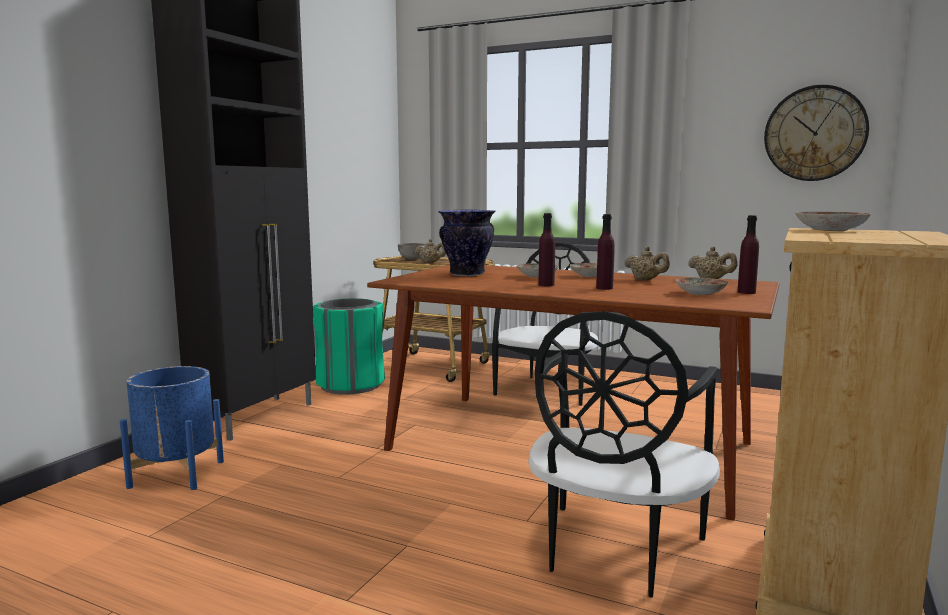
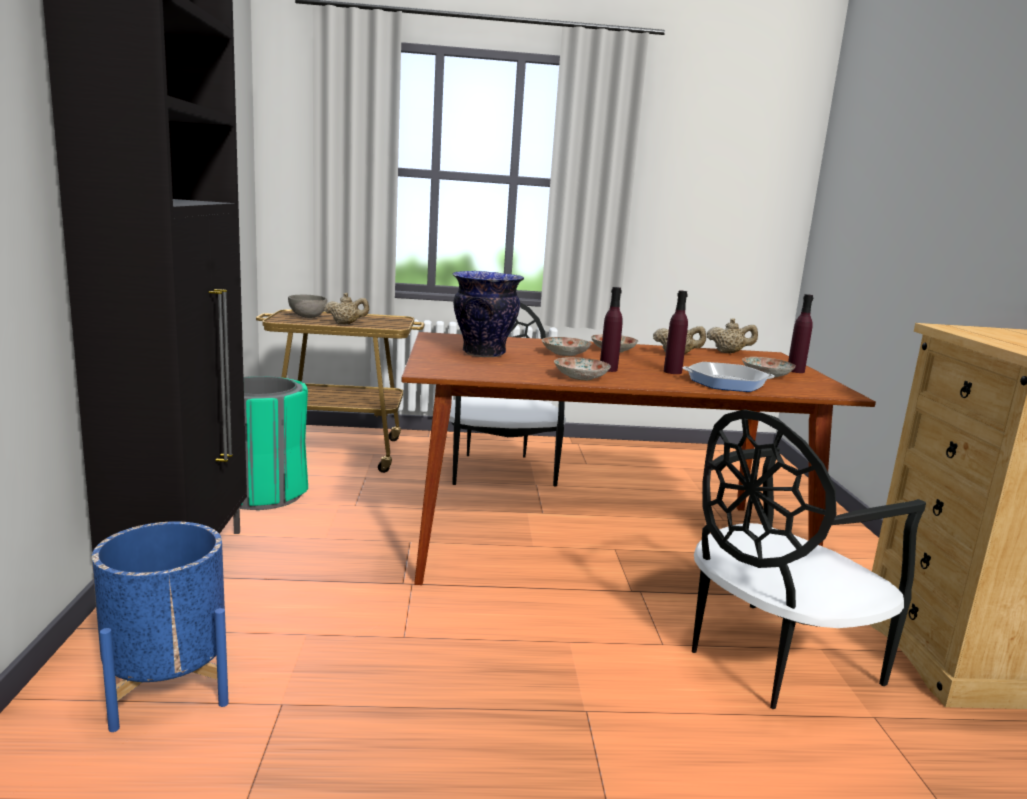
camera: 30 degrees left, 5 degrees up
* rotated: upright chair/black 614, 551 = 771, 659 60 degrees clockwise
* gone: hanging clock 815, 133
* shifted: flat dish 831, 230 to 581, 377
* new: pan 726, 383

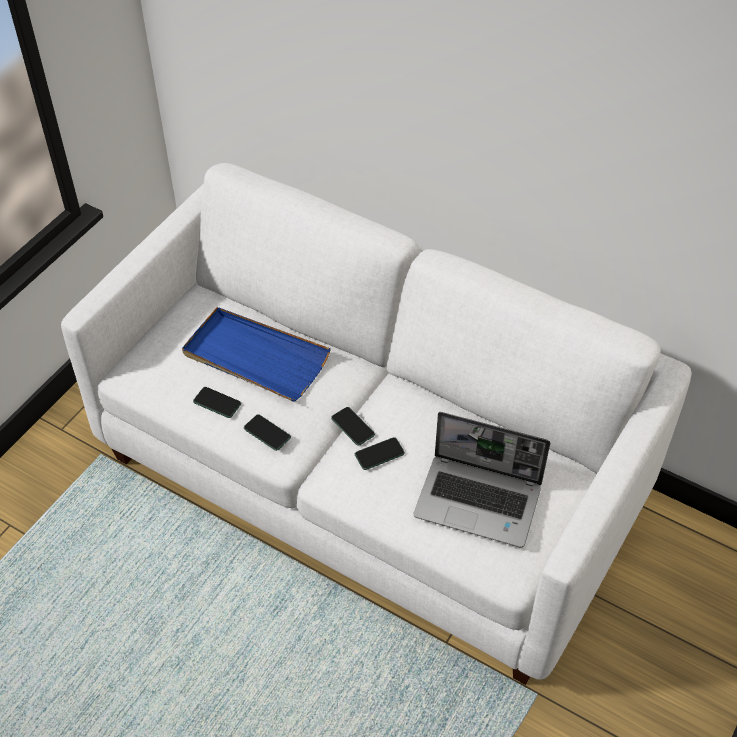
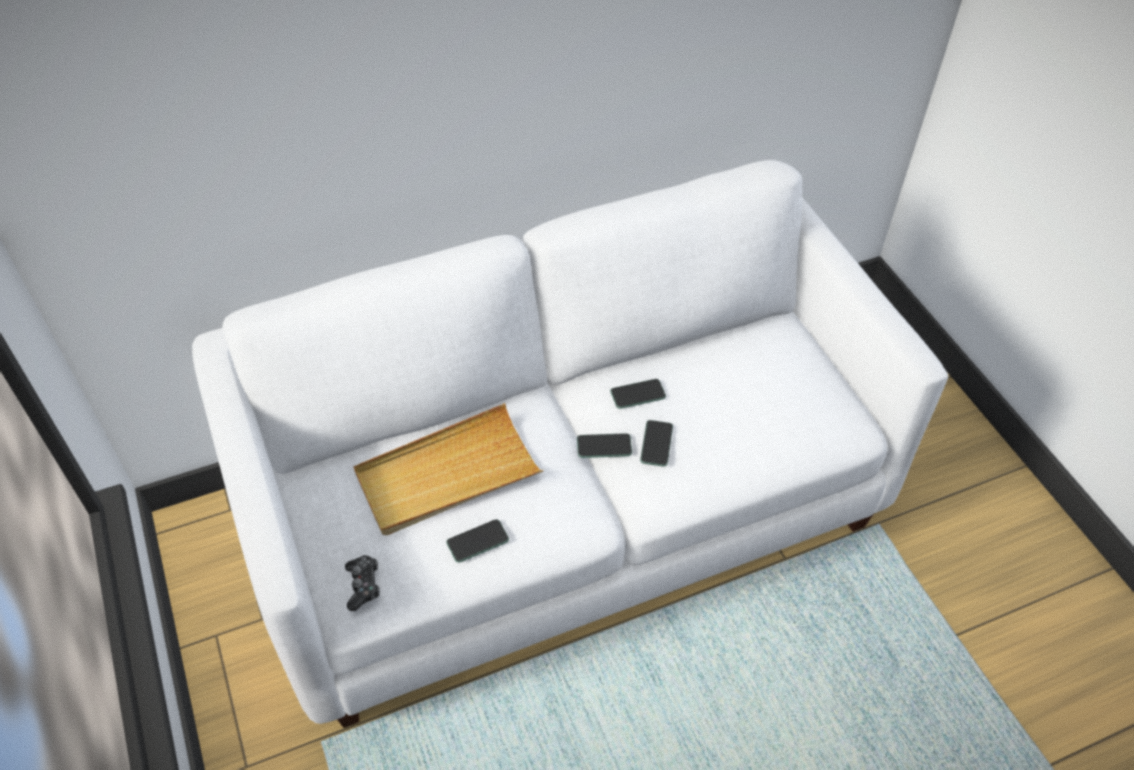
camera: 55 degrees left, 0 degrees up
* repainted: serving tray/blue-coloured 255, 357 to serving tray/beige 447, 475
* shifted: phone 267, 433 to 638, 394
* gone: notebook computer 479, 501
* new: game controller 363, 585

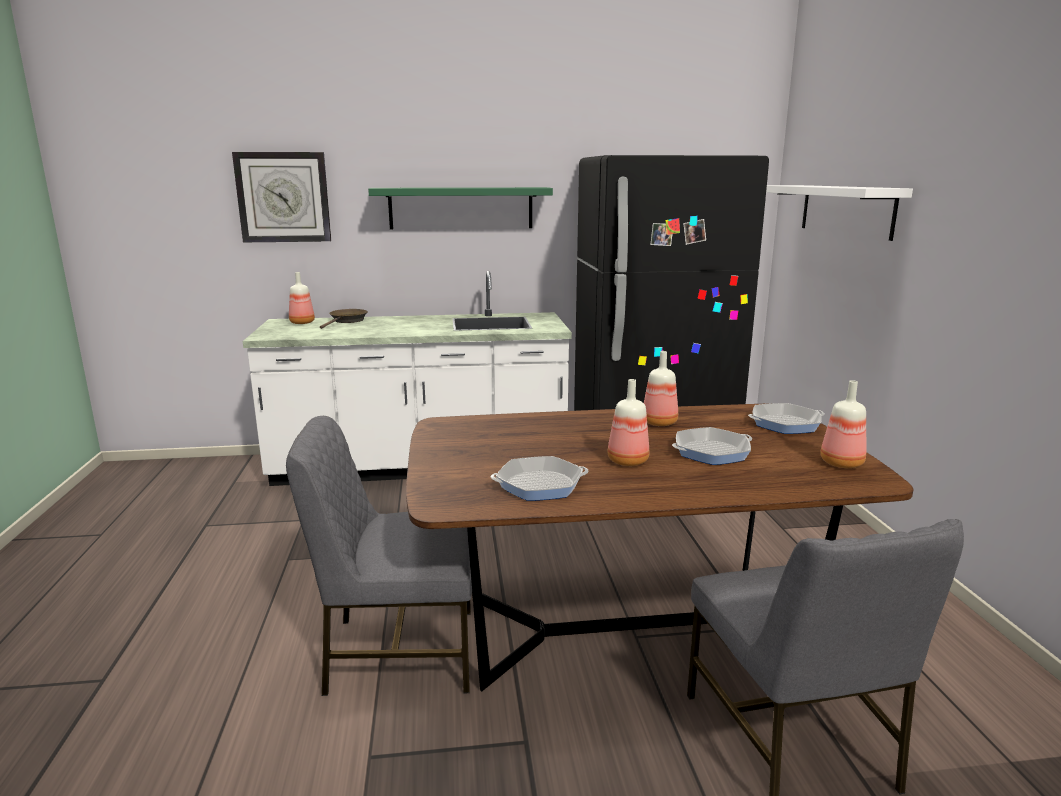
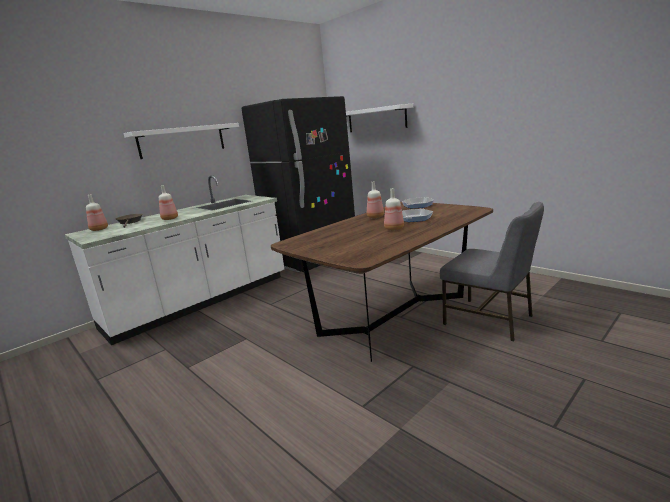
camera: 35 degrees left, 0 degrees up
* gone: hanging clock 283, 197
* gone: upright chair/greyish 399, 652
* repainted: bracket shelf/green-coloured 461, 208 to bracket shelf/white 182, 141
* gone: pan 539, 485
* shifted: drink bottle 842, 464 to 170, 219

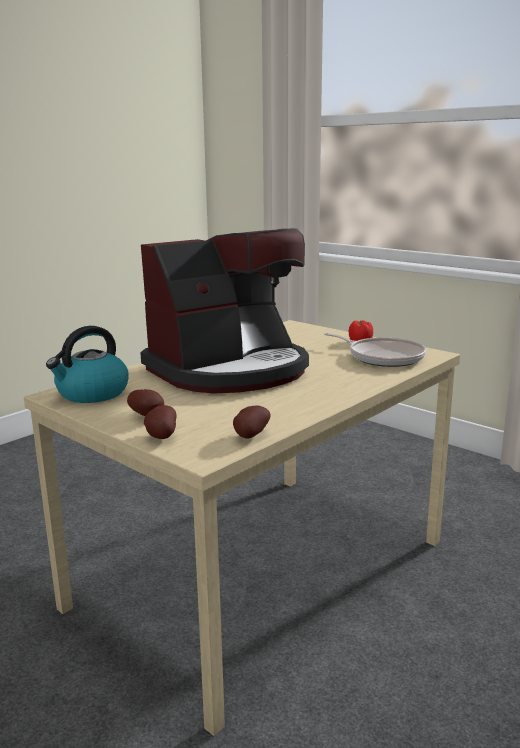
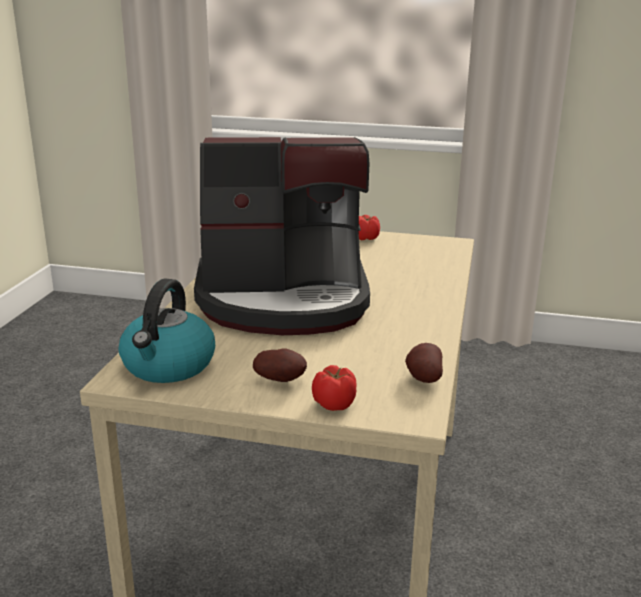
camera: 30 degrees left, 5 degrees up
* rotated: coffee maker 230, 370 = 284, 300 60 degrees clockwise
* swapped: spud 160, 437 to tomato 335, 404
* gone: pan 382, 357

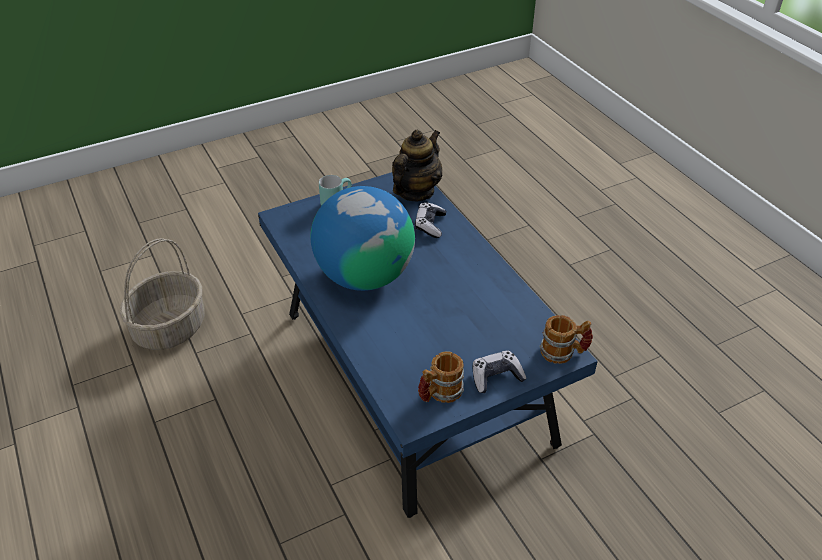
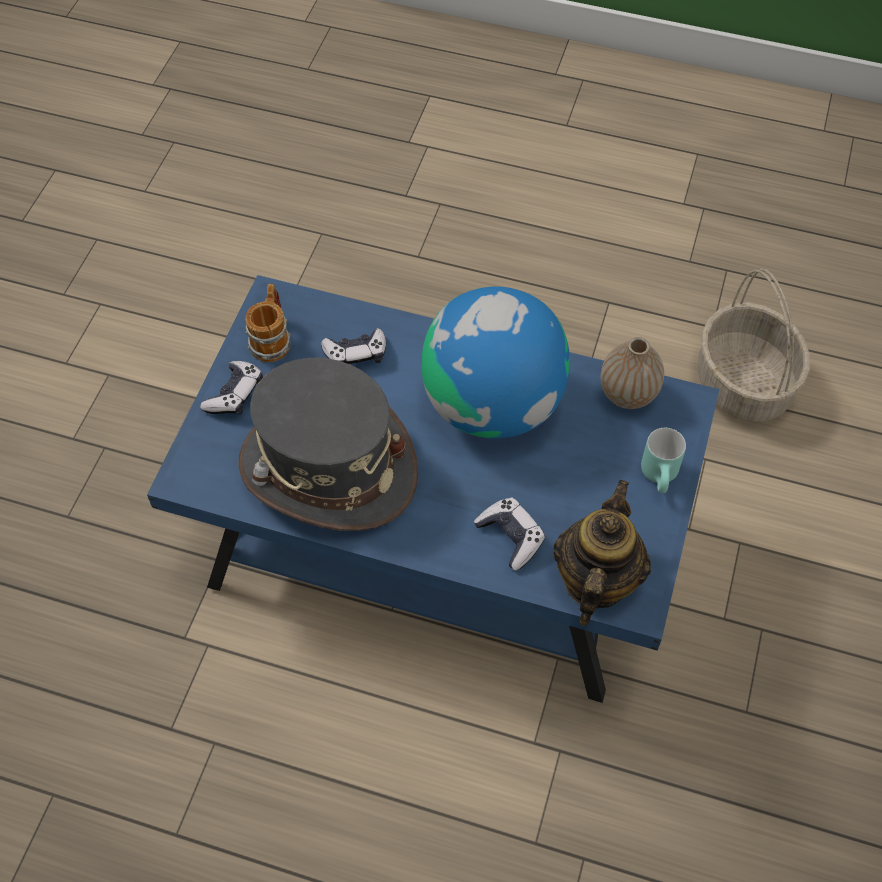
camera: 135 degrees right, 15 degrees up
* rotated: tea pot 416, 192 = 595, 581 150 degrees counterclockwise
* gone: coffee mug 563, 352
* new: hat/greyish 328, 468
* new: game controller 356, 354
* new: flower vase 627, 394

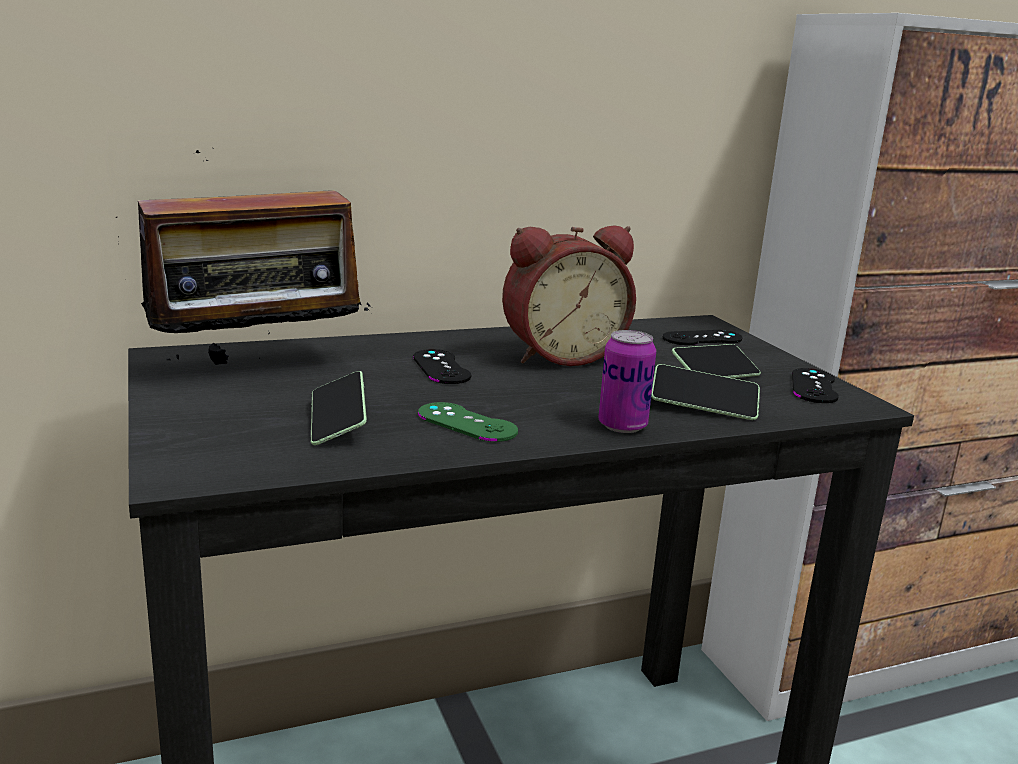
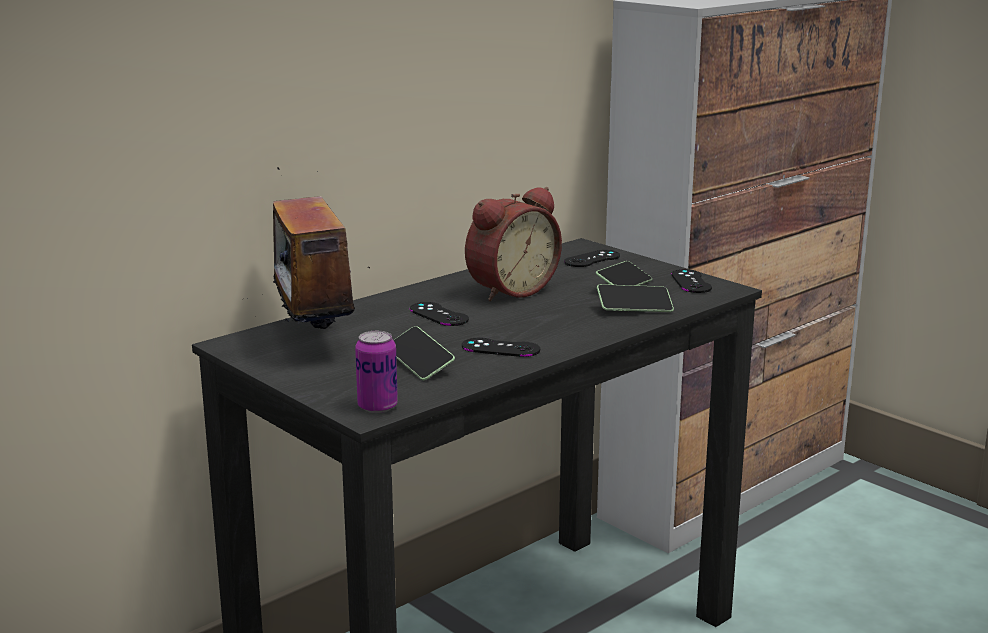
camera: 20 degrees left, 0 degrees up
* rotated: radio receiver 258, 368 = 312, 339 120 degrees clockwise
* repainted: game controller/green-coloured 467, 423 to game controller/black 500, 348
* shifted: sealed can 622, 425 to 377, 406

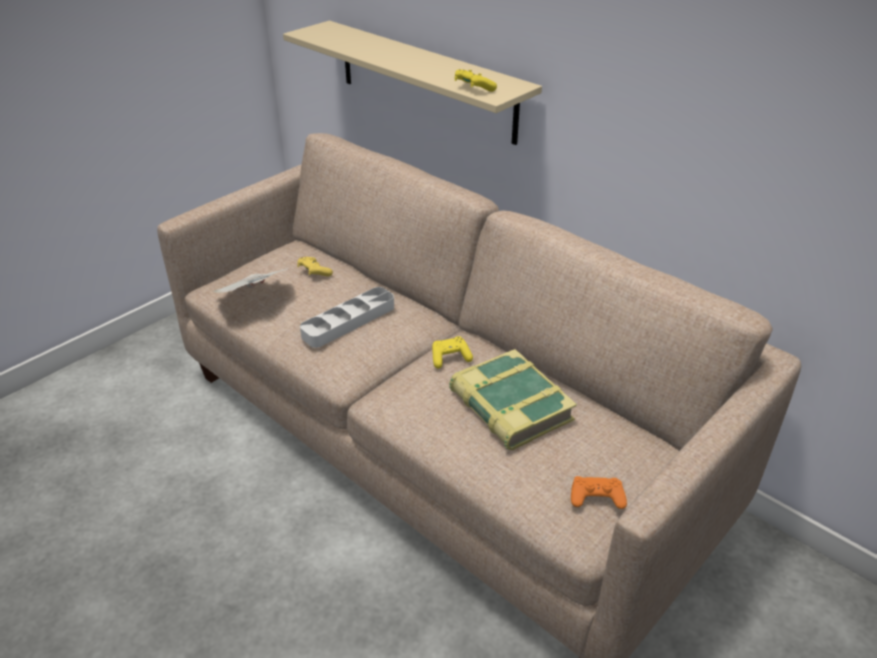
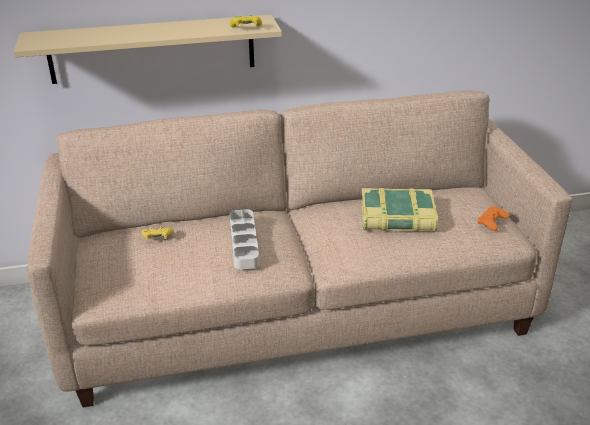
camera: 55 degrees left, 5 degrees down
* gone: newspaper 253, 298
* gone: game controller/yellow 450, 358

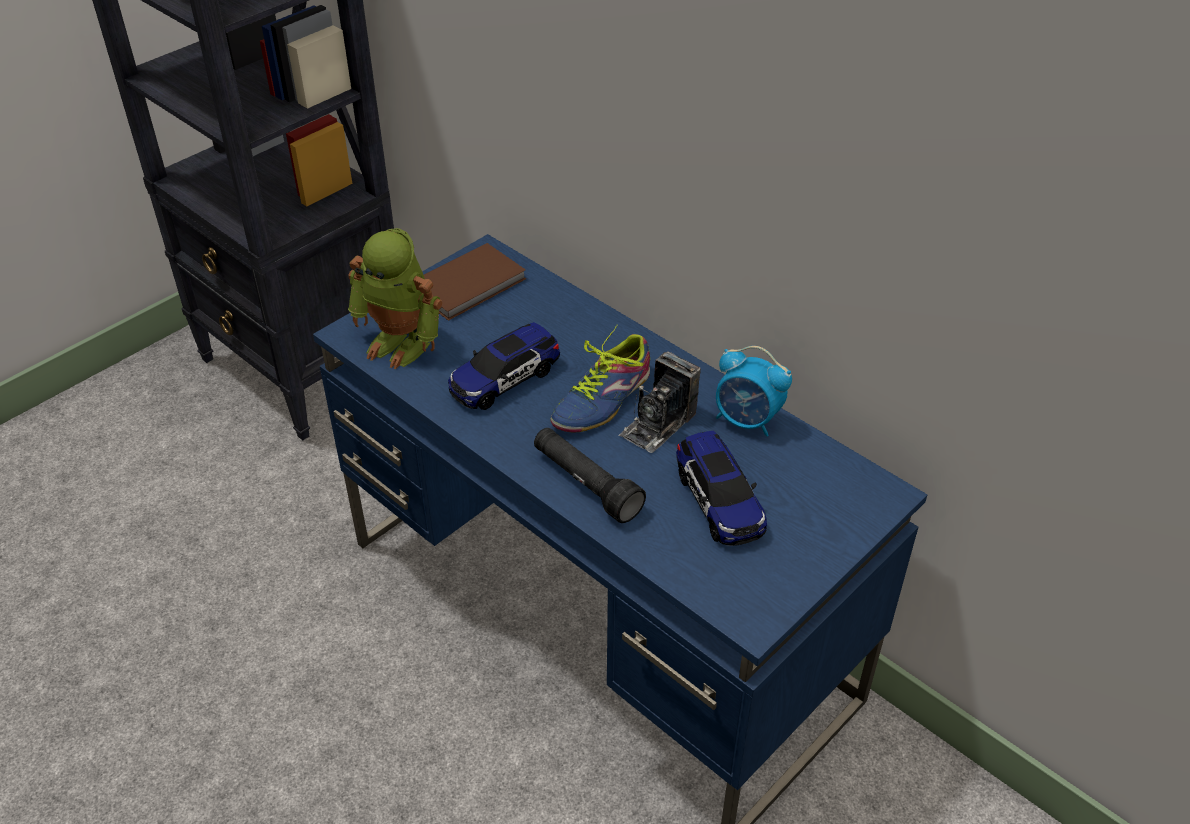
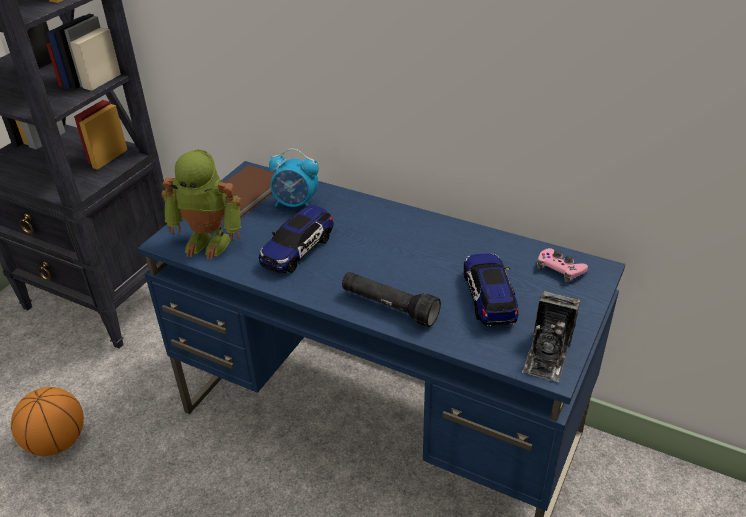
camera: 15 degrees left, 5 degrees down
* gone: shoe 603, 399
* shifted: still camera 658, 424 to 547, 354
* rotated: miniature car 718, 501 = 489, 298 150 degrees counterclockwise
* shifted: alarm clock 747, 421 to 296, 204
* new: basketball ball 57, 442
* new: game controller/pink-coloured 560, 269

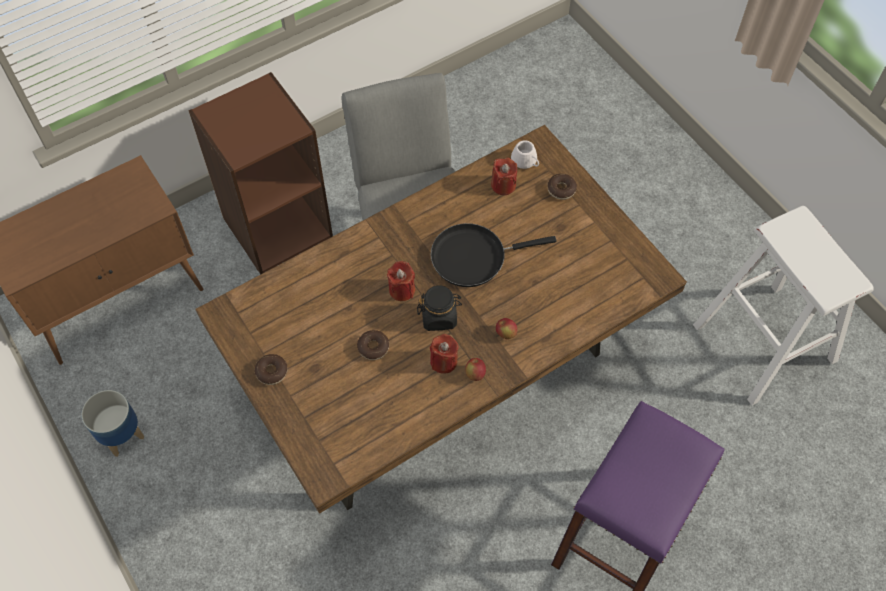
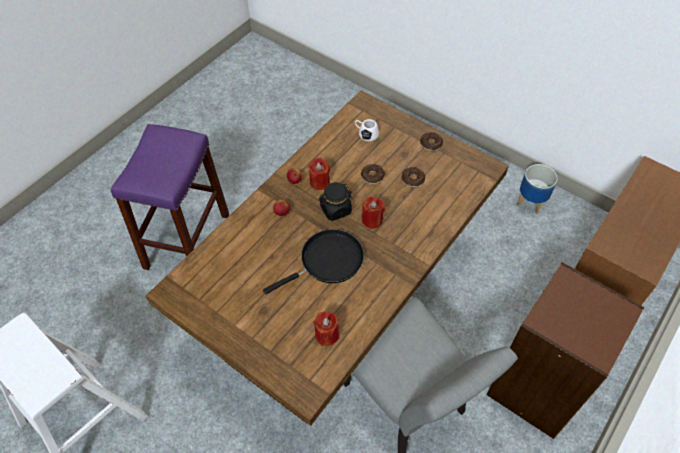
camera: 160 degrees right, 5 degrees down
* shifted: coffee mug/white 526, 162 to 366, 134
* shifted: ring doughnut 561, 189 to 412, 180

